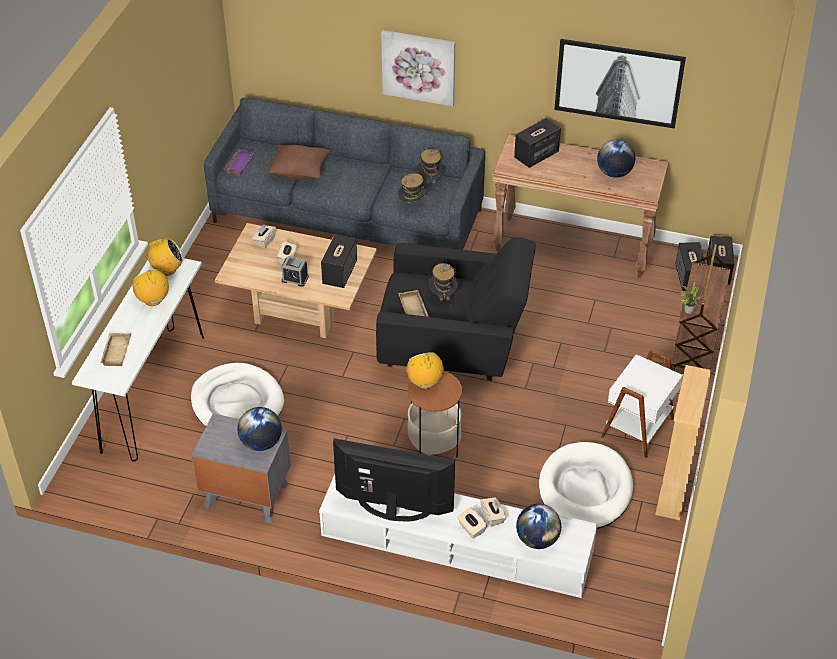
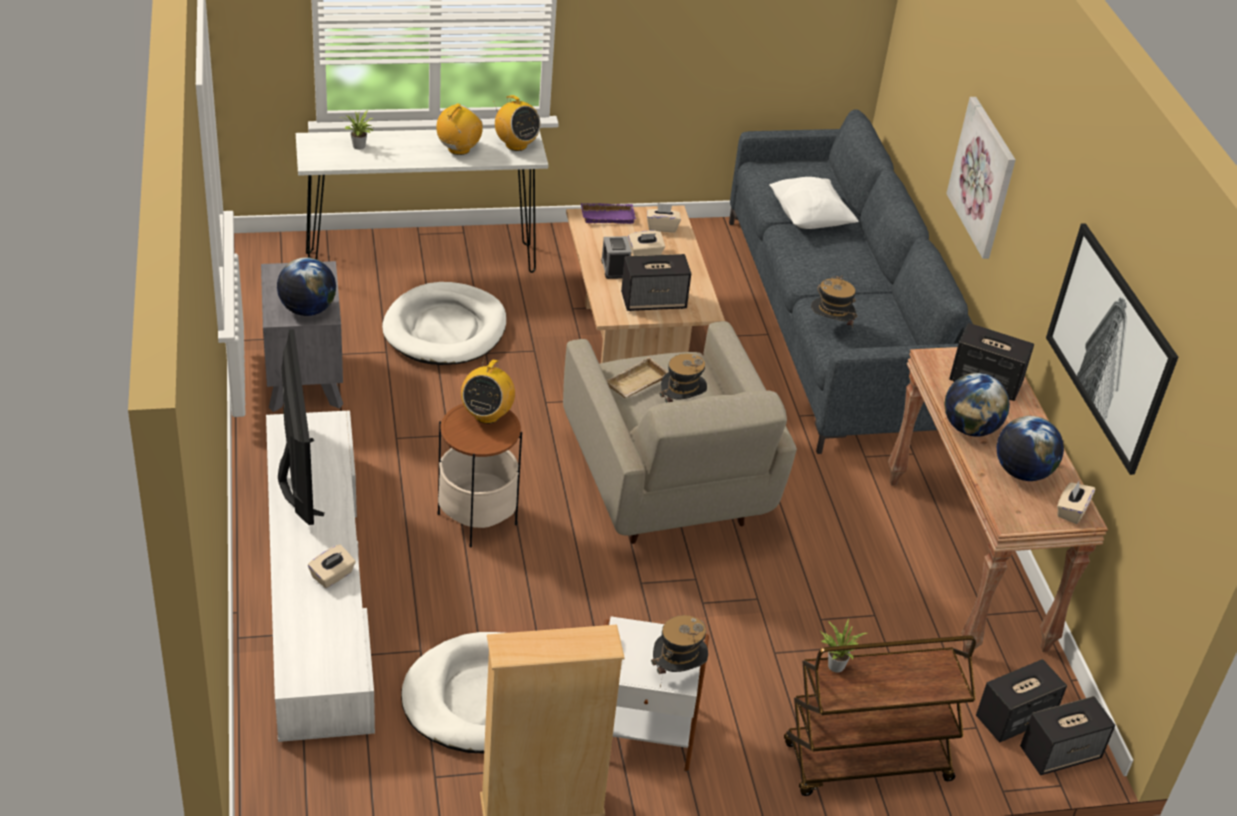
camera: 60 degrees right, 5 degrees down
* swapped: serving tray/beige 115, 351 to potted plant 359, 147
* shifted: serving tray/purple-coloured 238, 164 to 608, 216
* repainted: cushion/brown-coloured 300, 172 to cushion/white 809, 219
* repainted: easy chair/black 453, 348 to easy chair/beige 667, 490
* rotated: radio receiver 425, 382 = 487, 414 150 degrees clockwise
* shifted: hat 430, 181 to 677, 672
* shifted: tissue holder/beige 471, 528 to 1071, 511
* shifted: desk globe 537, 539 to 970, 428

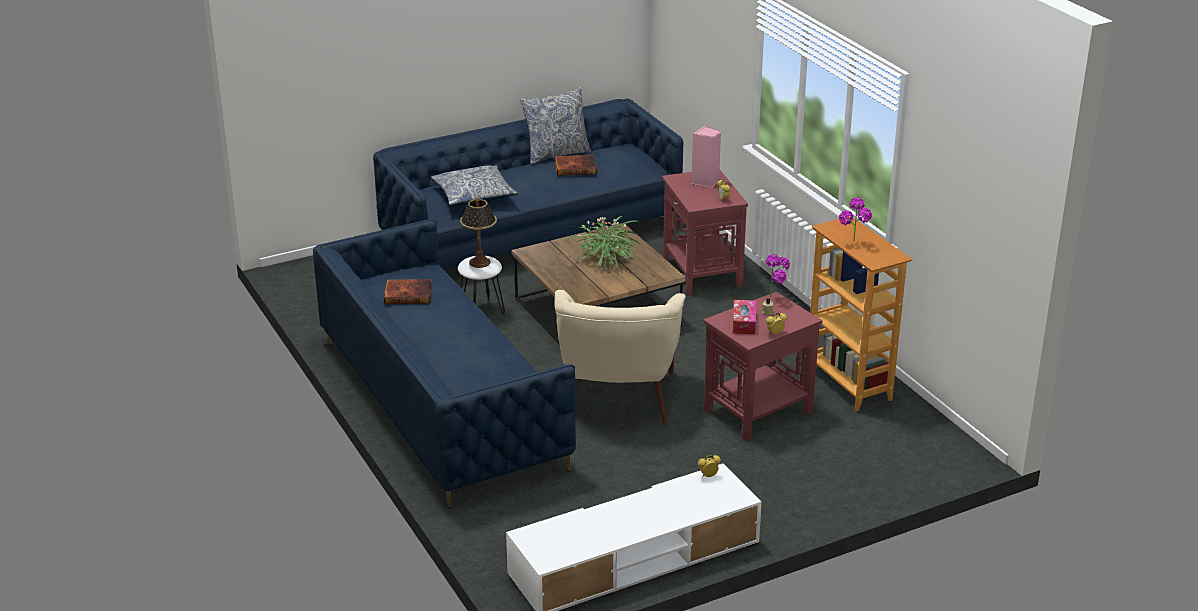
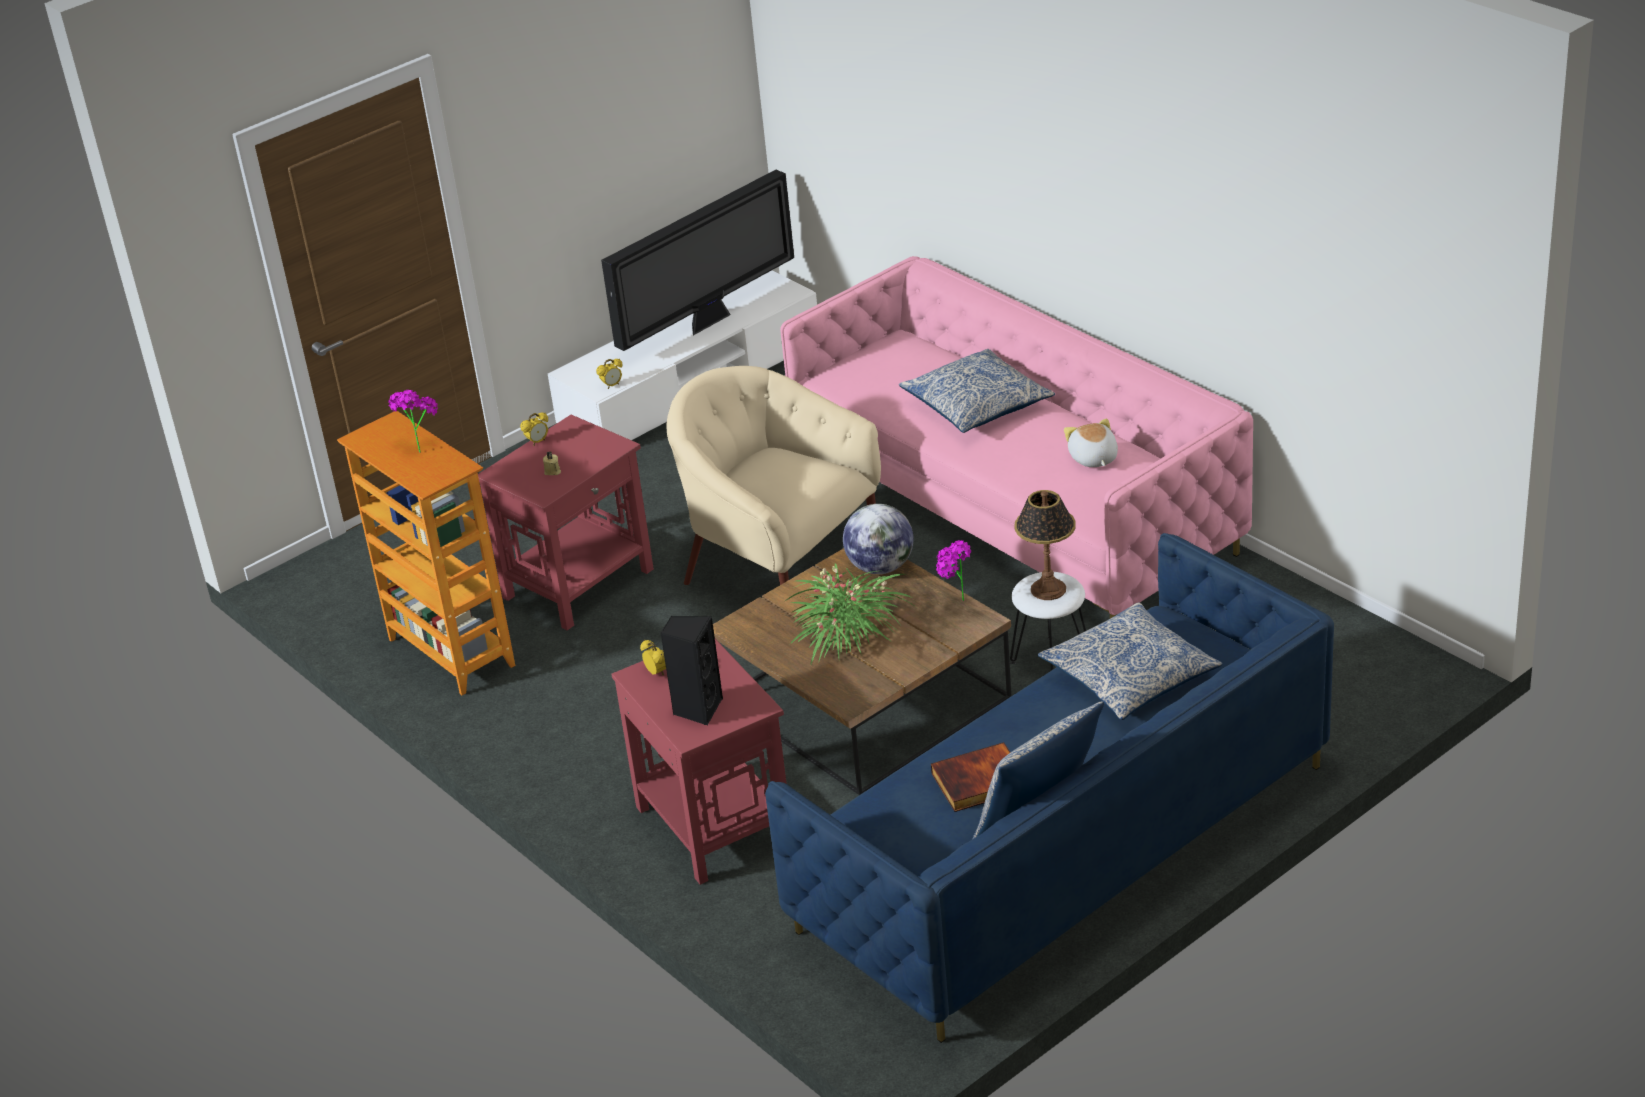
camera: 170 degrees right, 5 degrees up
* repainted: couch/blue-coloured 441, 403 to couch/pink-coloured 1014, 505
* swapped: volume 408, 294 to soft toy 1093, 459
* rotated: easy chair/beige 617, 396 = 779, 564 45 degrees counterclockwise
* repainted: speaker/pink-coloured 705, 182 to speaker/black 697, 709
* gone: tissue holder 743, 323
* shifted: potted plant 776, 297 to 954, 601
* new: TV set 710, 321
* new: desk globe 880, 567
* new: cushion 976, 404

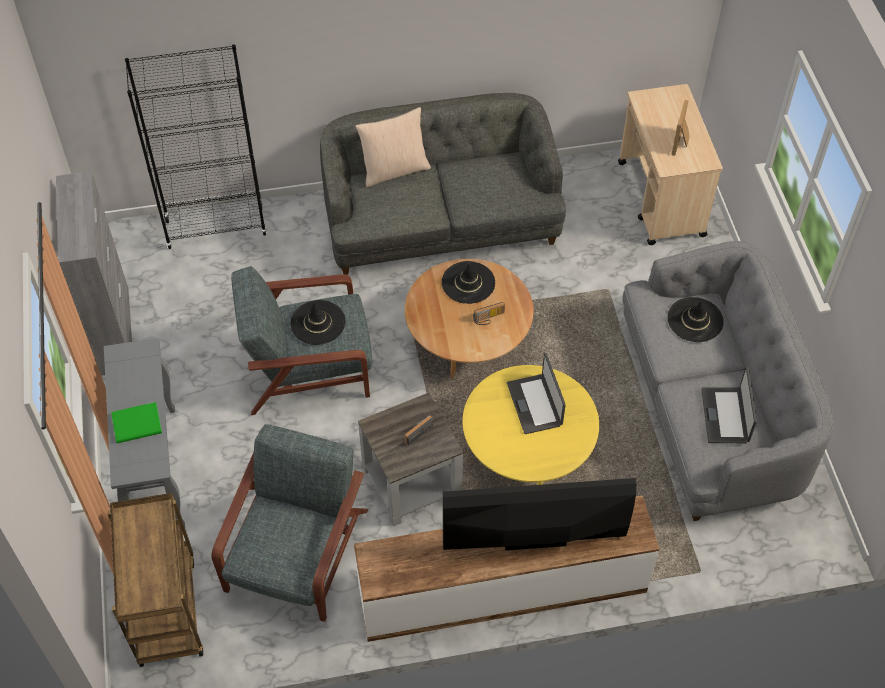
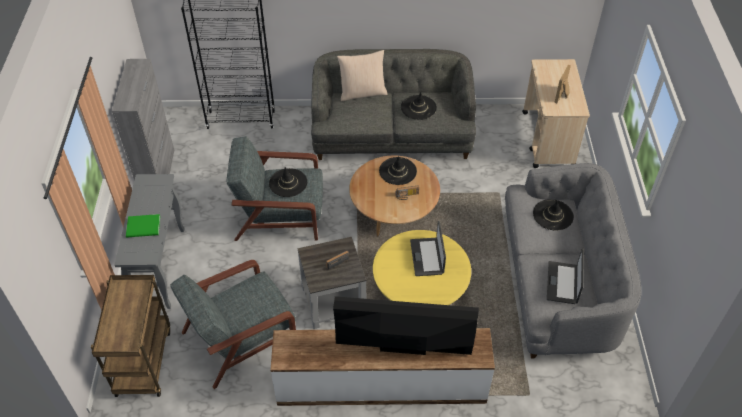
camera: 10 degrees right, 5 degrees down
* rotated: easy chair/greyish 296, 553 = 241, 337 150 degrees counterclockwise
* new: hat/black 418, 107

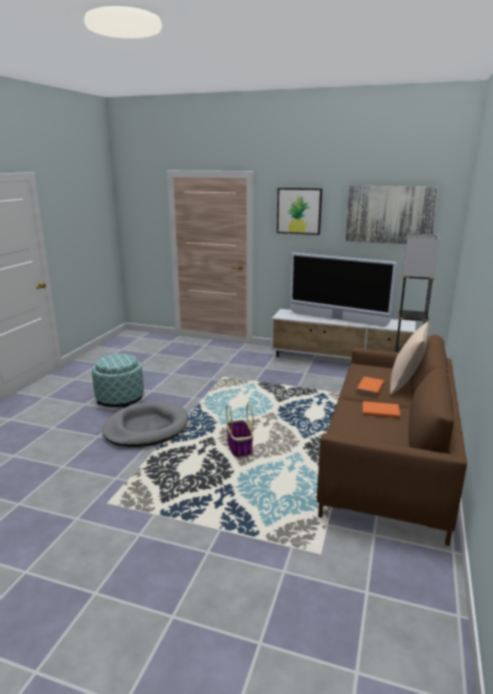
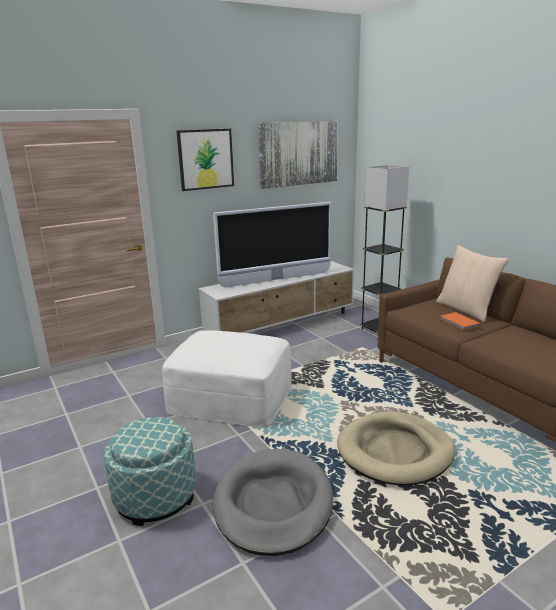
camera: 50 degrees left, 0 degrees up
* swapped: basket 240, 448 to dog cushion/beige 395, 451
* gone: volume/orange-coloured 380, 411
* new: ottoman/white 230, 398

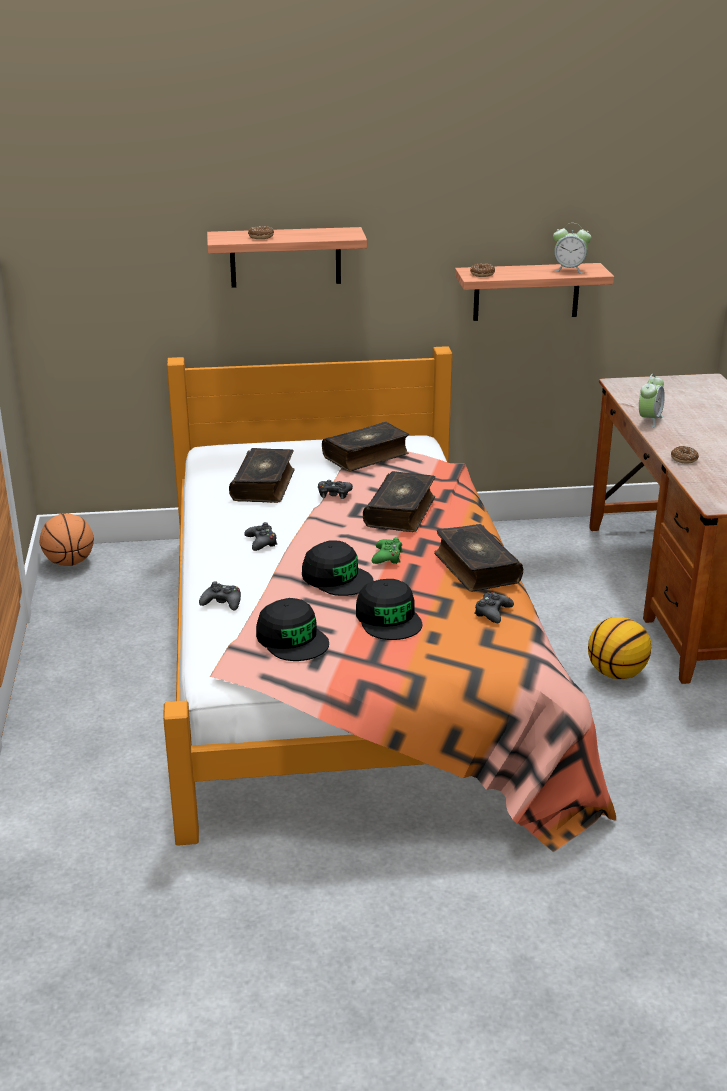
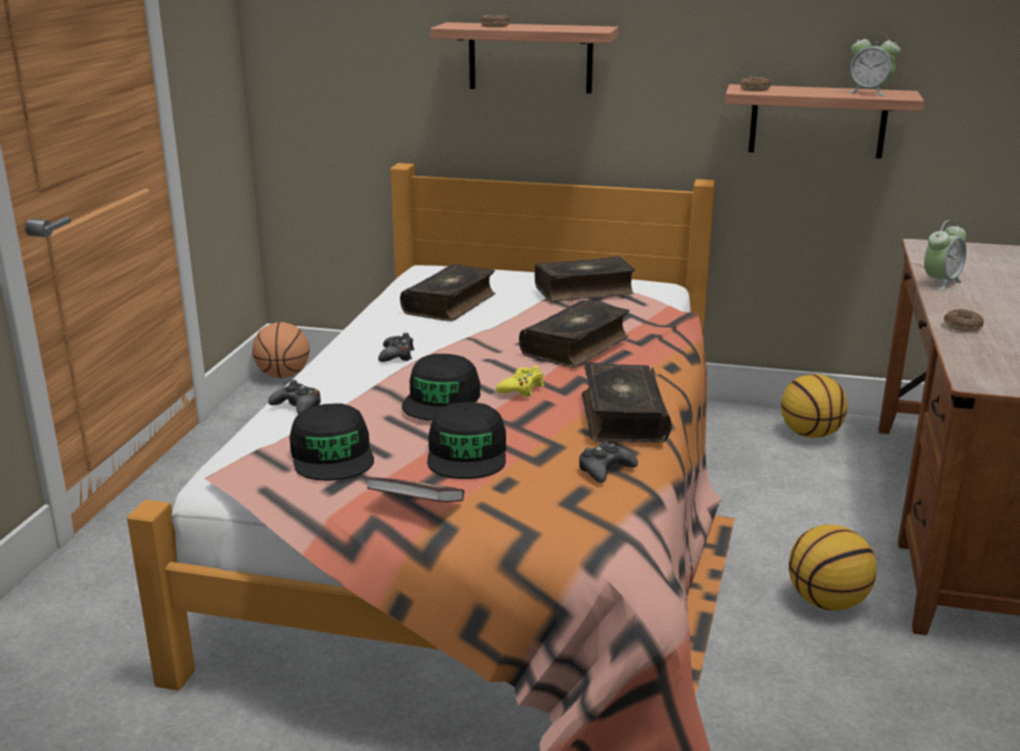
camera: 20 degrees right, 5 degrees down
* rotated: peaked cap/black 337, 577 = 442, 400 45 degrees clockwise
* gone: game controller/black 334, 494
* repainted: game controller/green-coloured 387, 557 to game controller/yellow 521, 389
* new: volume 416, 506
* new: basketball ball 810, 434

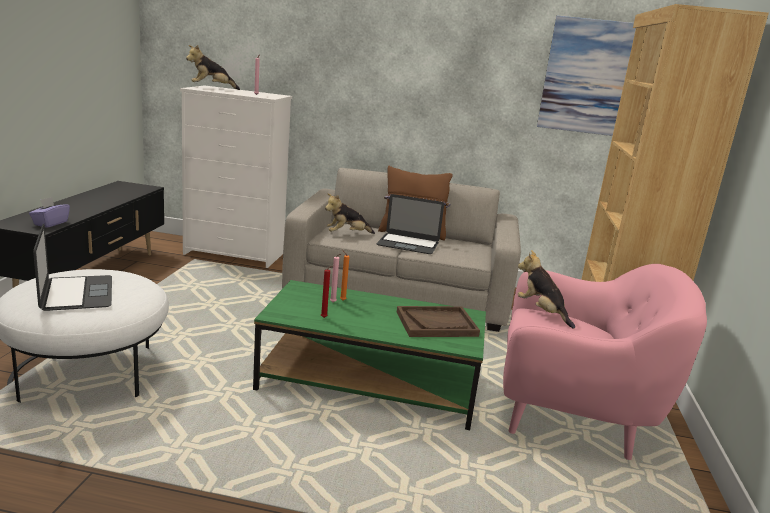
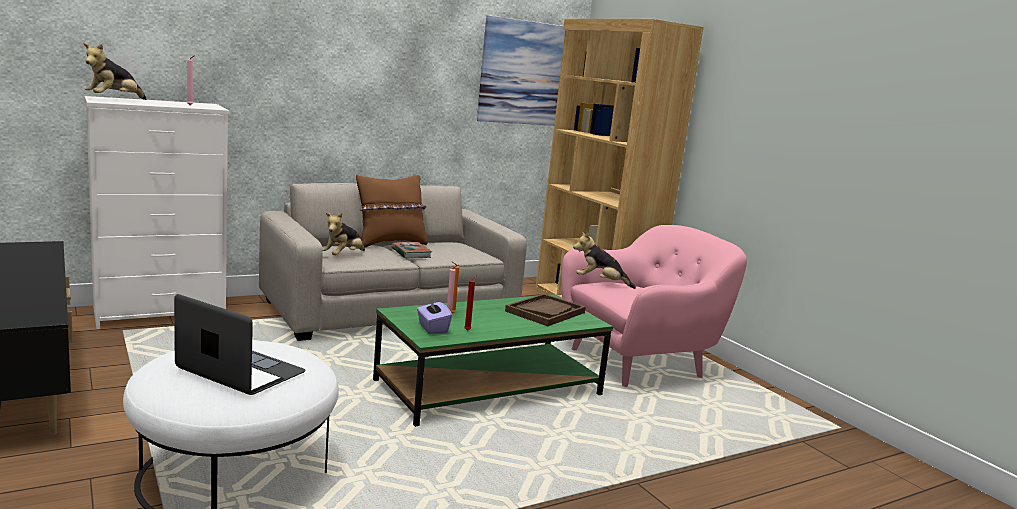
camera: 40 degrees left, 5 degrees down
* shifted: tissue holder/purple-coloured 50, 223 to 432, 328
* swapped: notebook computer 408, 244 to volume 411, 253

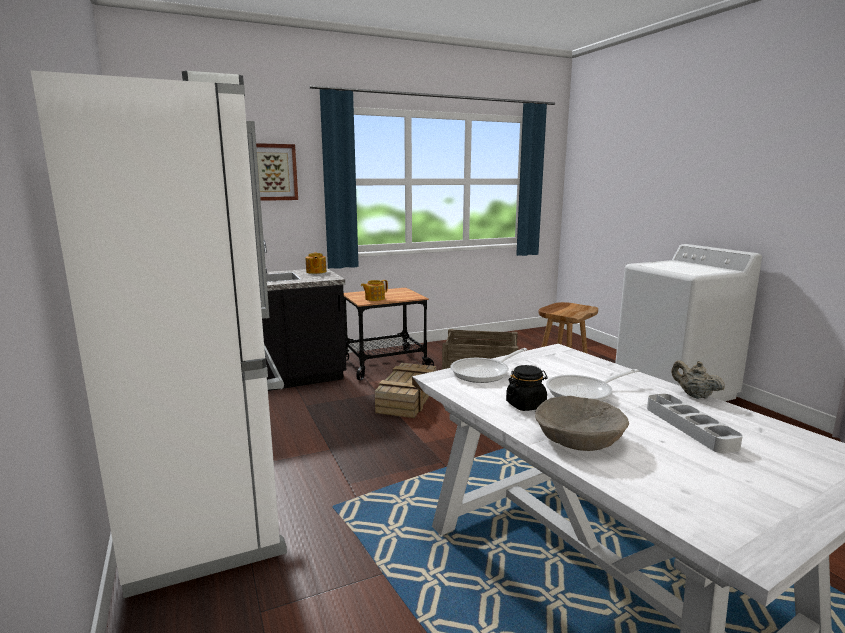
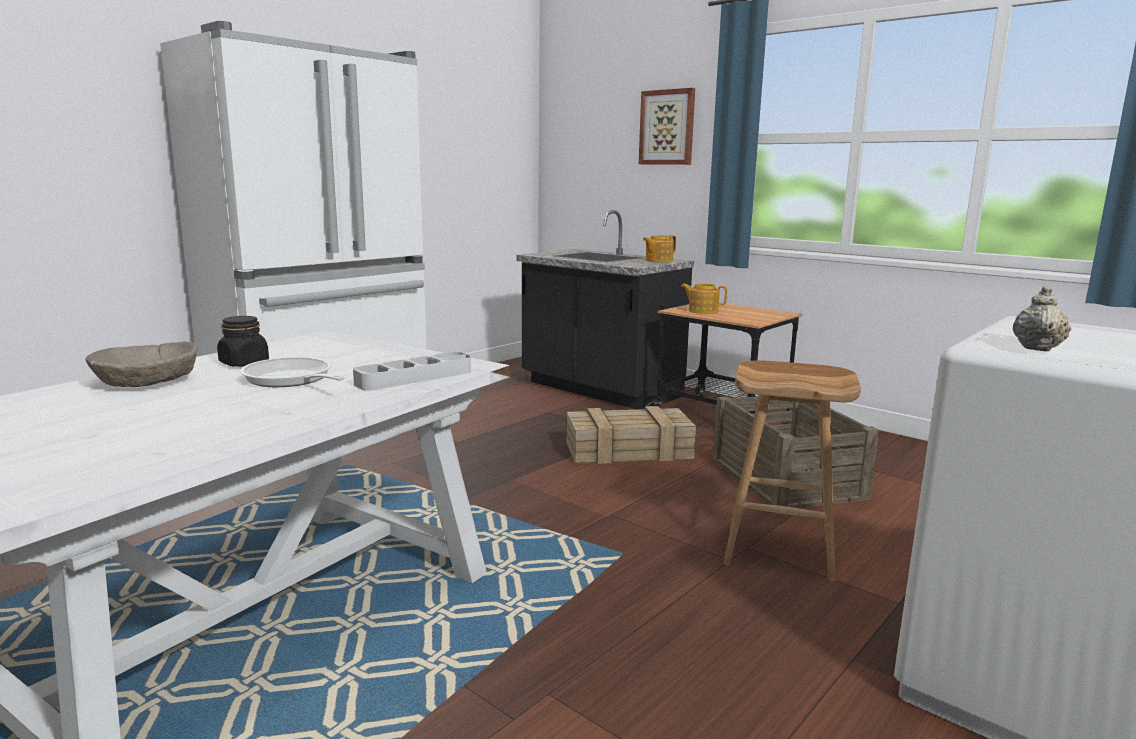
camera: 65 degrees right, 0 degrees up
* gone: pan 484, 373
* shifted: serving tray/greyish 689, 427 to 414, 377
* shifted: tea pot/beige 694, 395 to 1037, 348

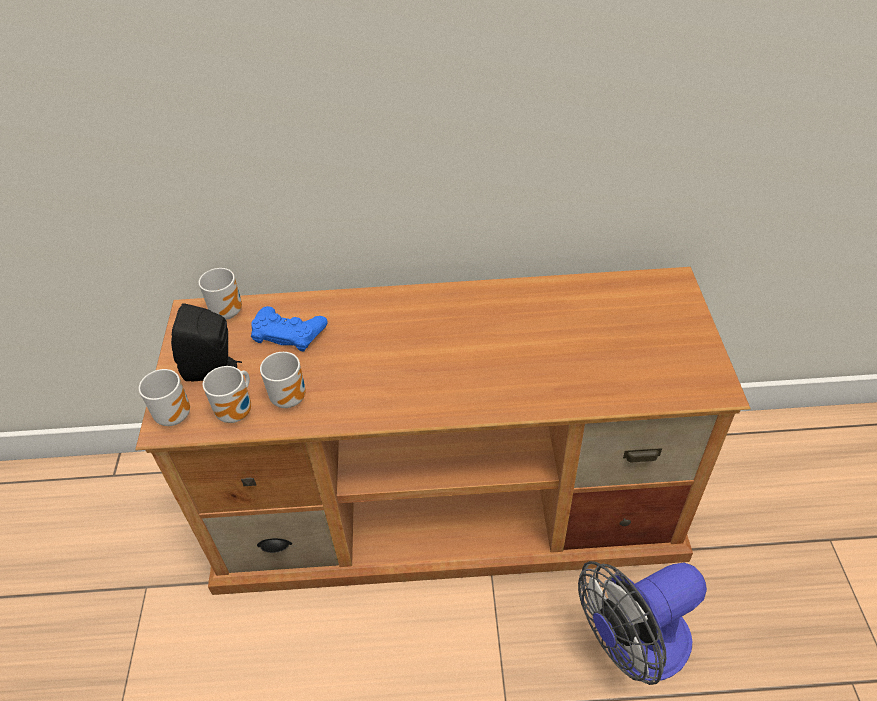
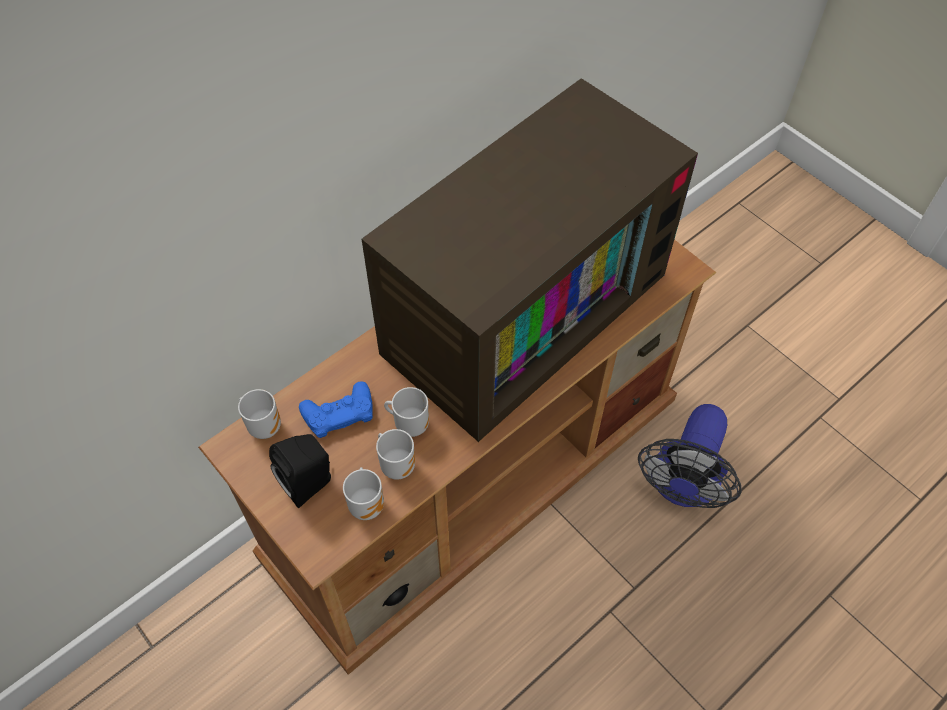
camera: 40 degrees left, 10 degrees up
* shifted: coffee mug 175, 414 to 410, 423
* new: TV set 521, 306

